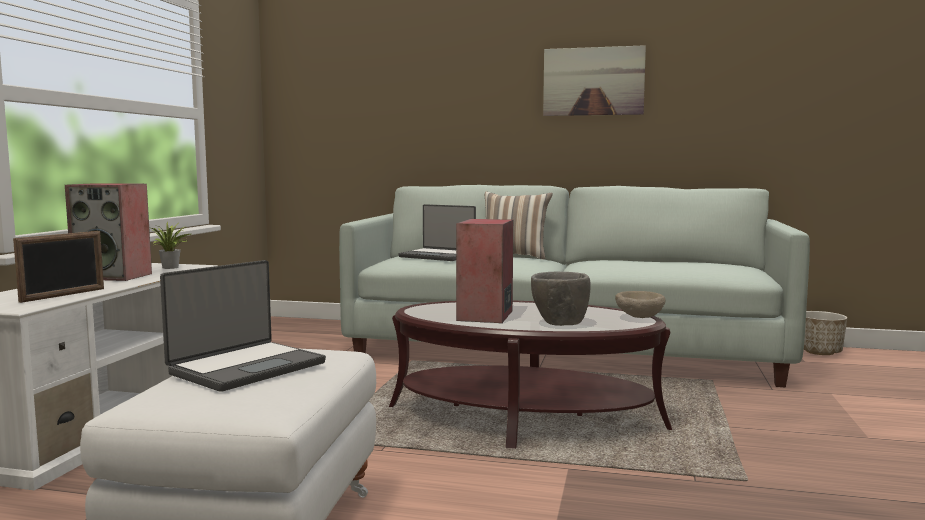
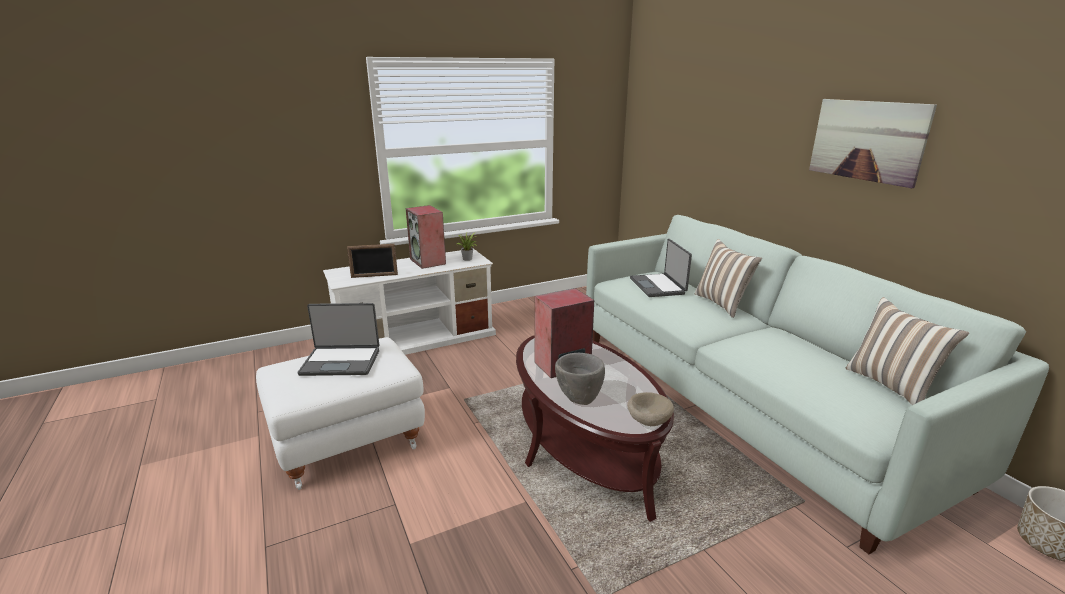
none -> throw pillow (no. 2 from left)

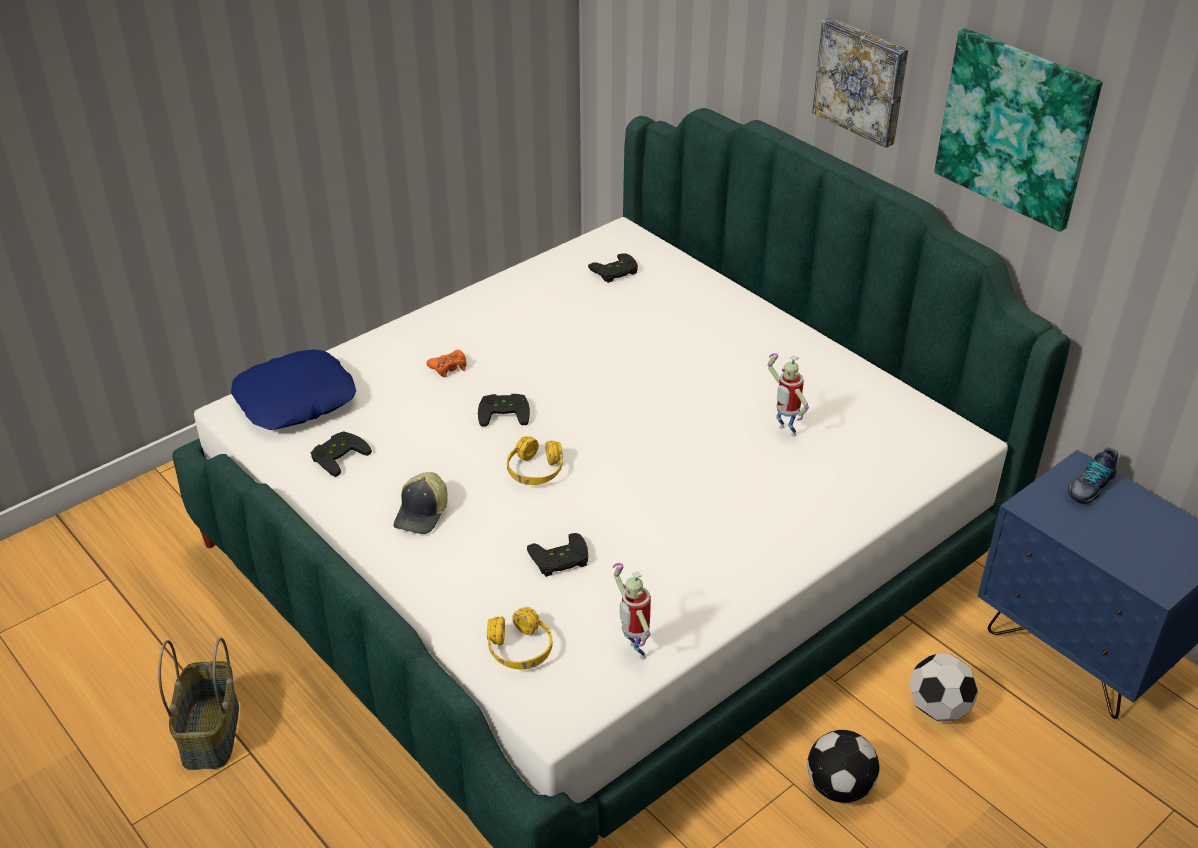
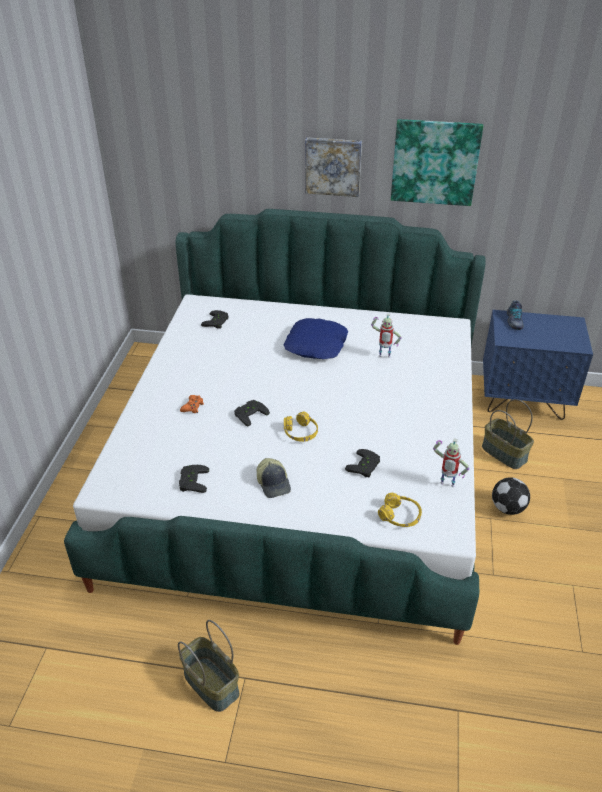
blue-coloured throw pillow, shifted
ball for football (no. 2 from left) -> household basket (no. 2 from left)

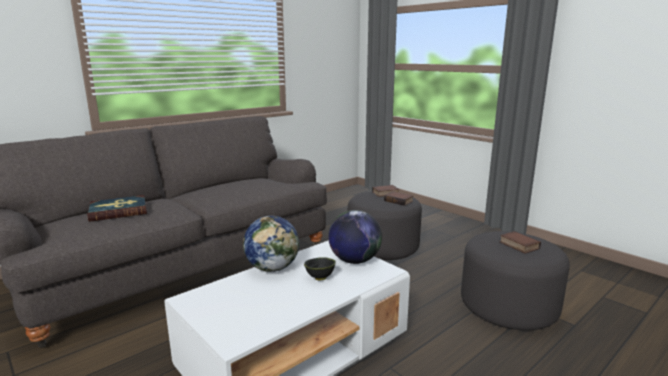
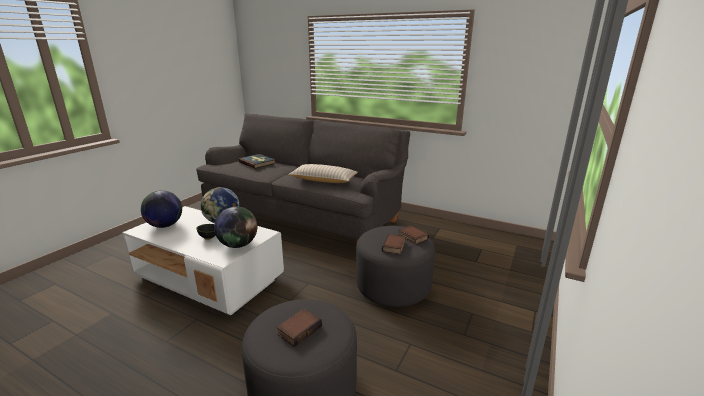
none -> sand-coloured throw pillow
none -> globe (no. 1 from left)

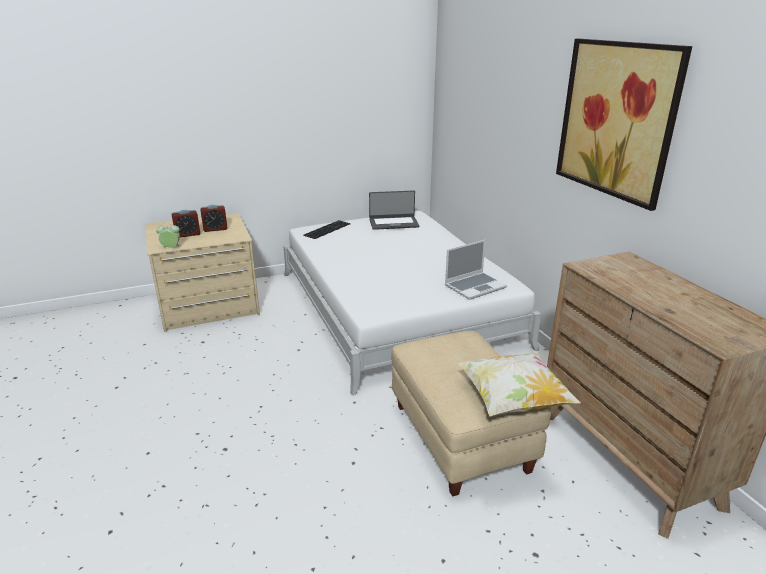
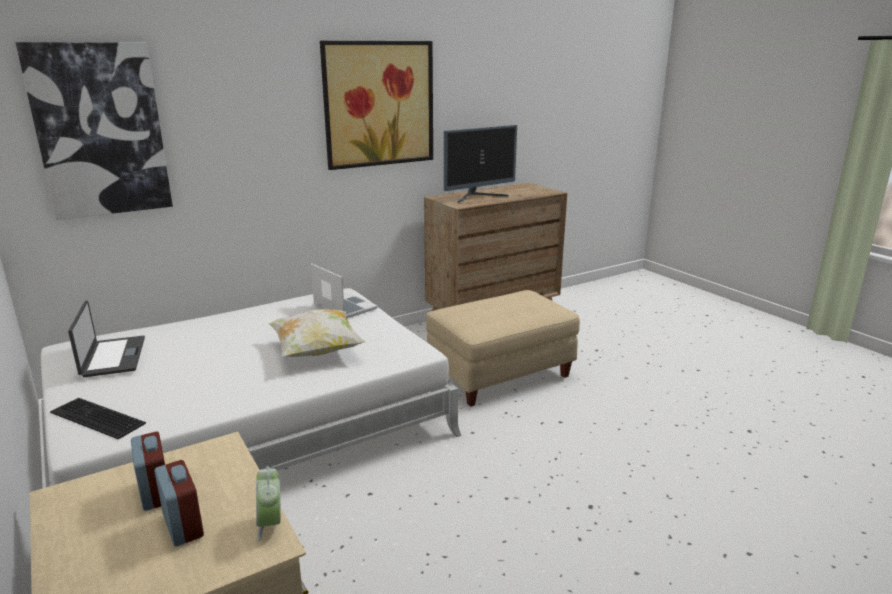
throw pillow, shifted
none -> picture (no. 1 from left)
none -> computer display

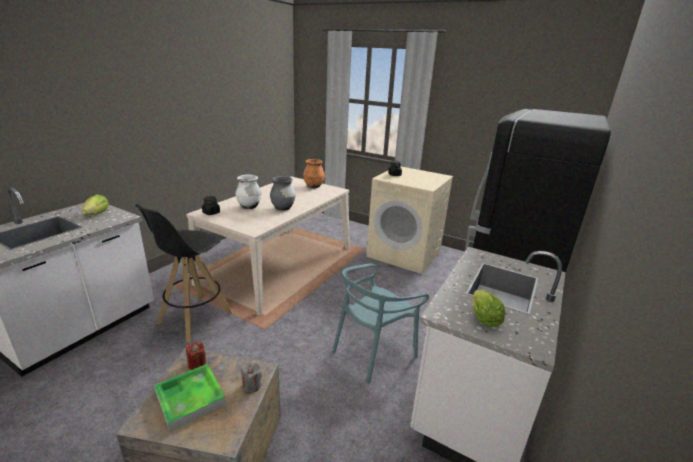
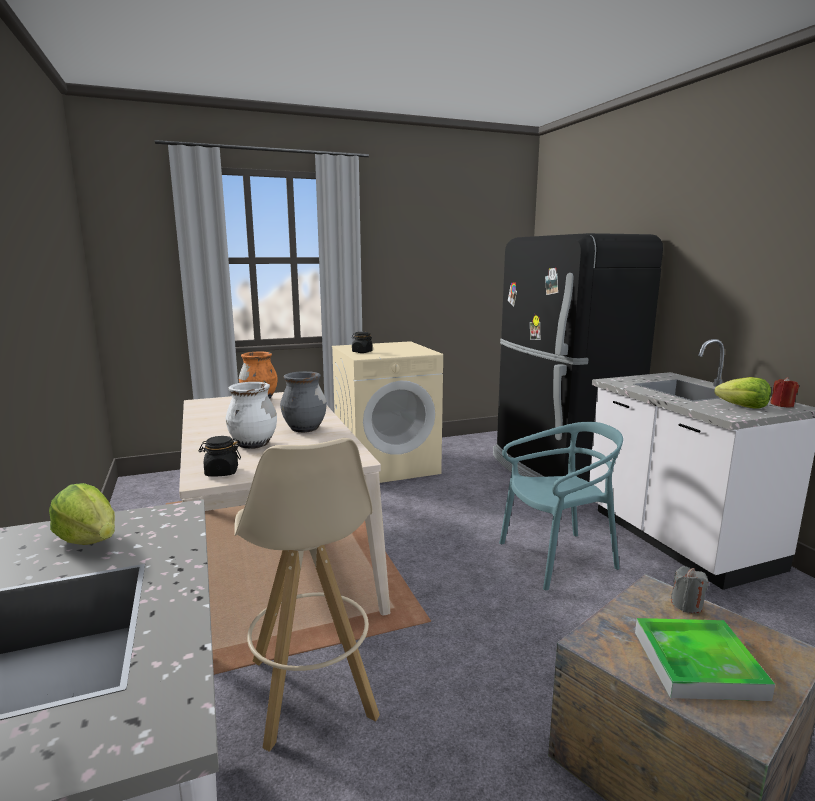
black-coloured stool seat -> sand-coloured stool seat
blue-green upright chair, 105 degrees counterclockwise
red wax candle, shifted

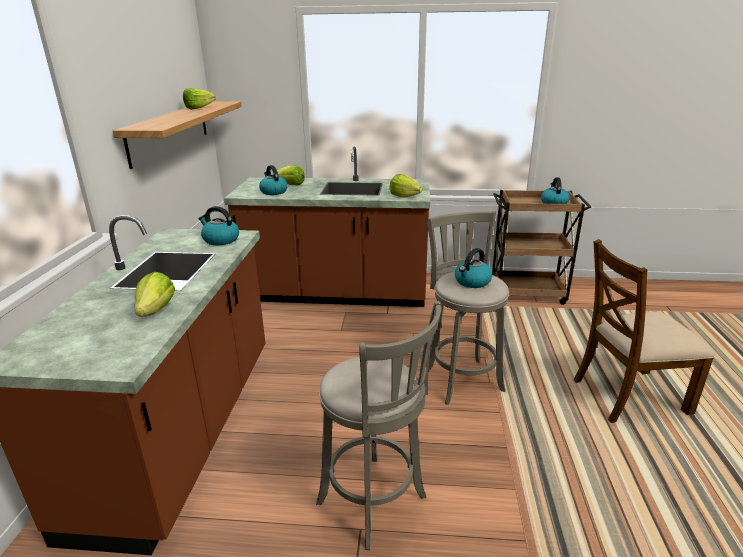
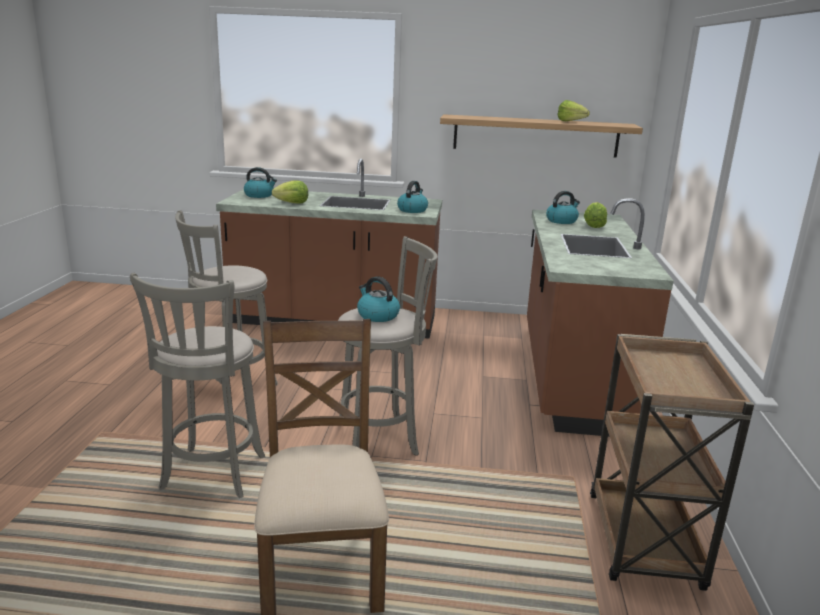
lettuce head (no. 4 from left) -> none
kettle (no. 4 from left in the first image) -> kettle (no. 1 from left), shifted
none -> gray stool seat (no. 1 from left)

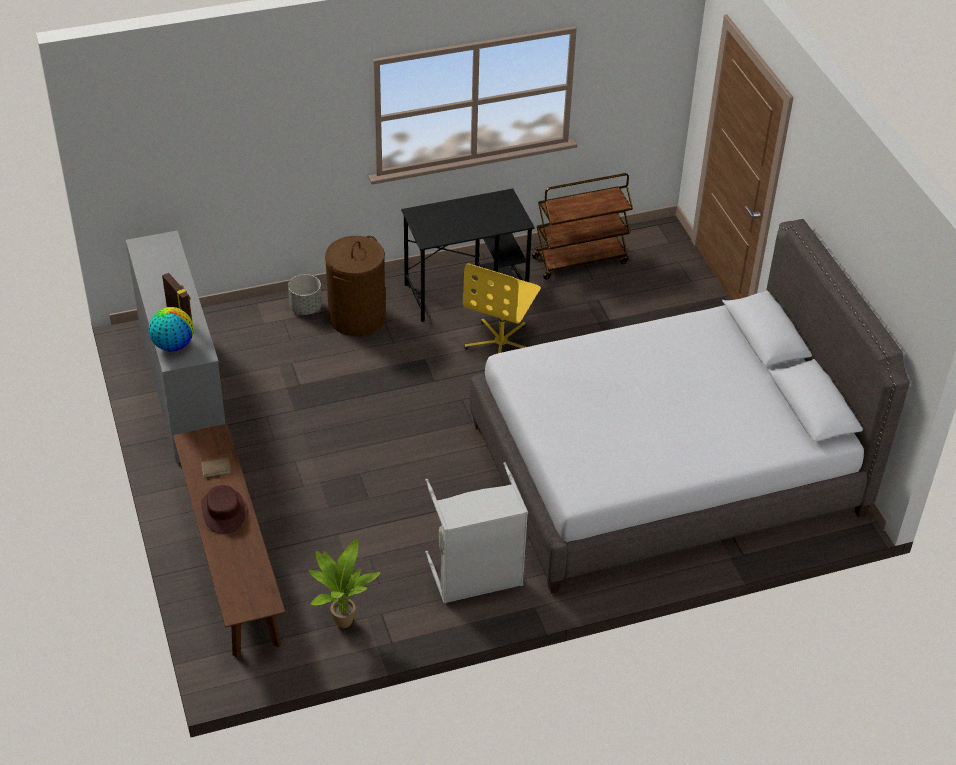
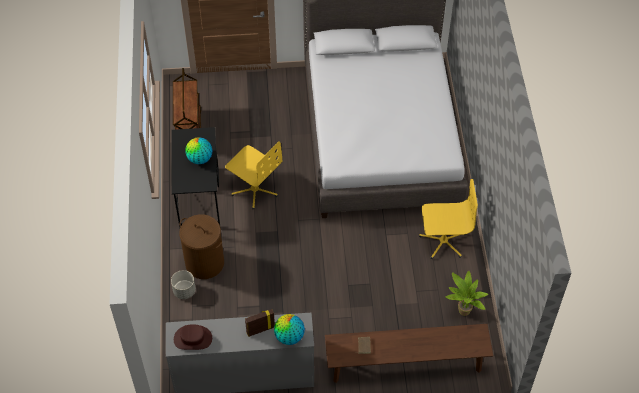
gray hamper -> yellow office chair (no. 2 from left)
brown clothing hat, shifted
none -> globe (no. 1 from left)

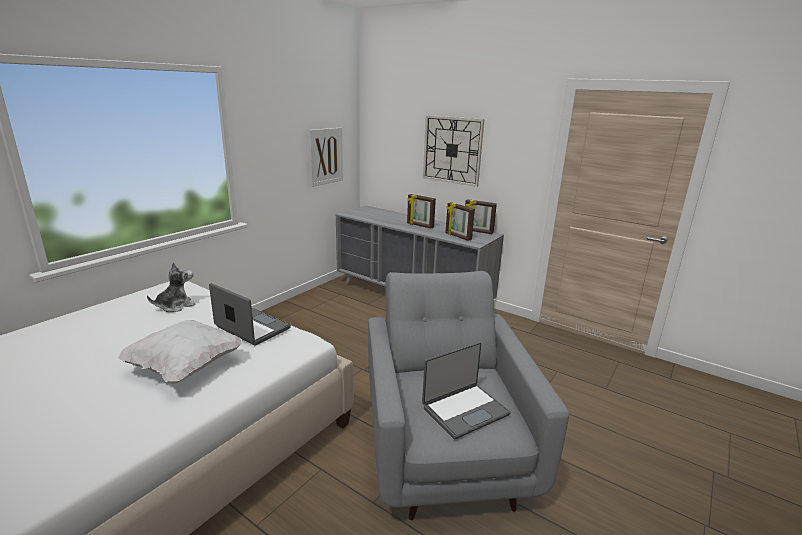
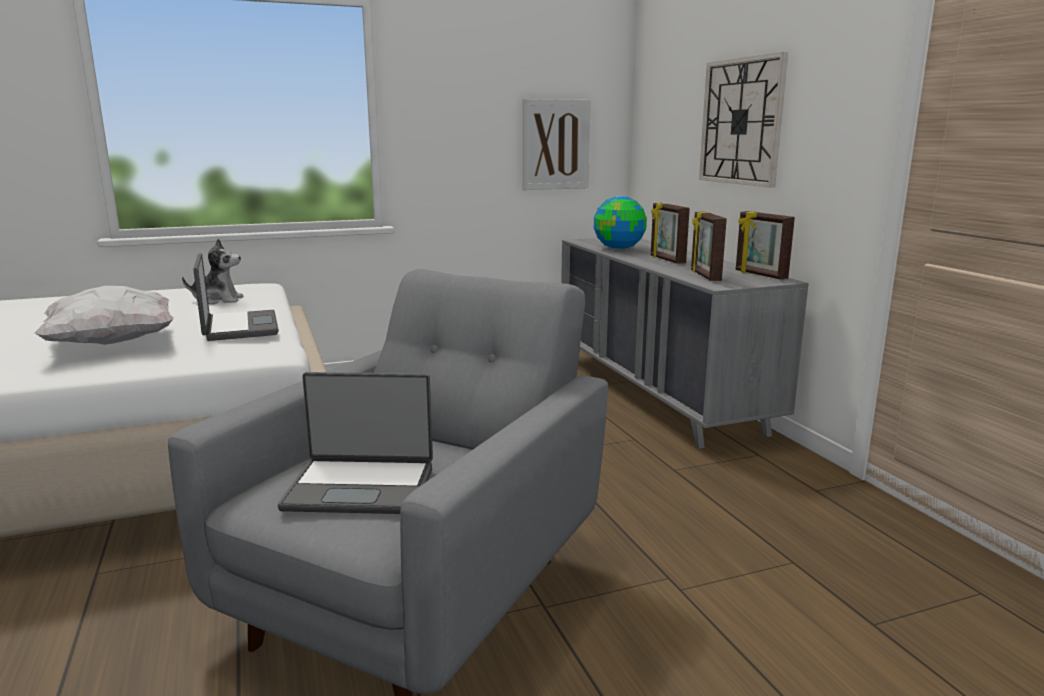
none -> globe

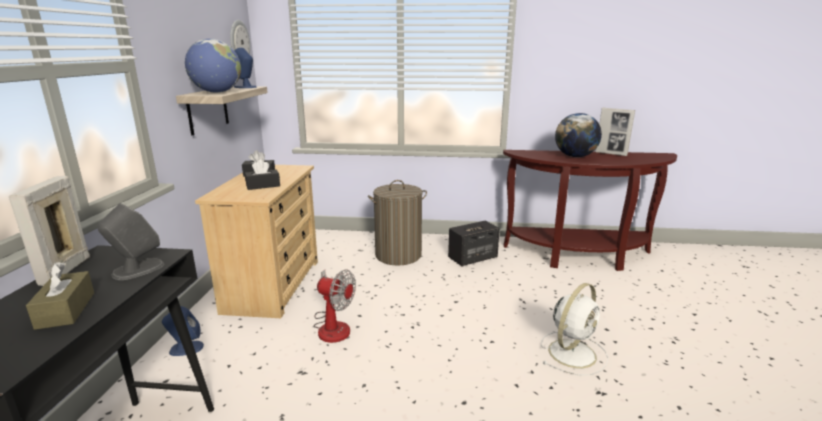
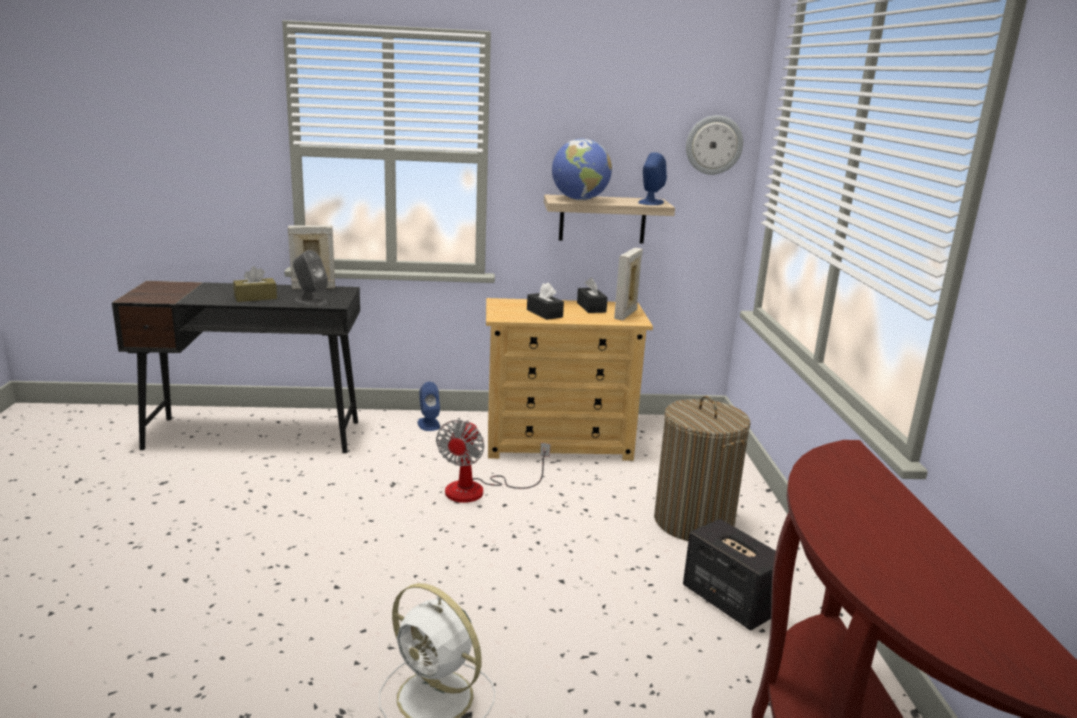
picture frame (no. 2 from left), shifted
globe (no. 2 from left) -> none

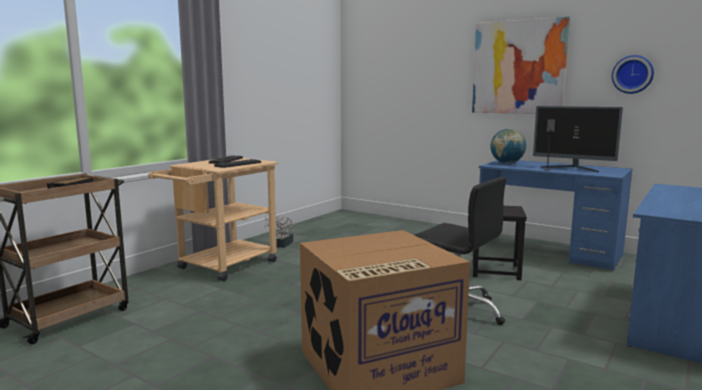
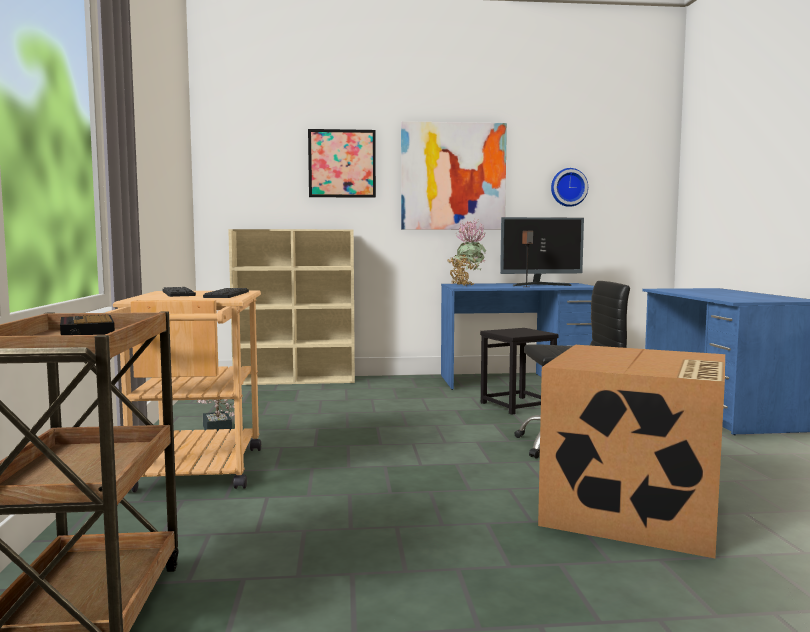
globe -> potted plant (no. 2 from left)
none -> picture (no. 1 from left)
none -> sand-coloured bookshelf

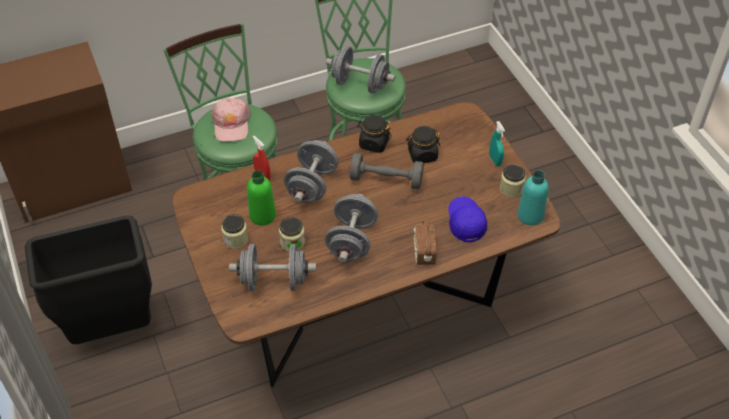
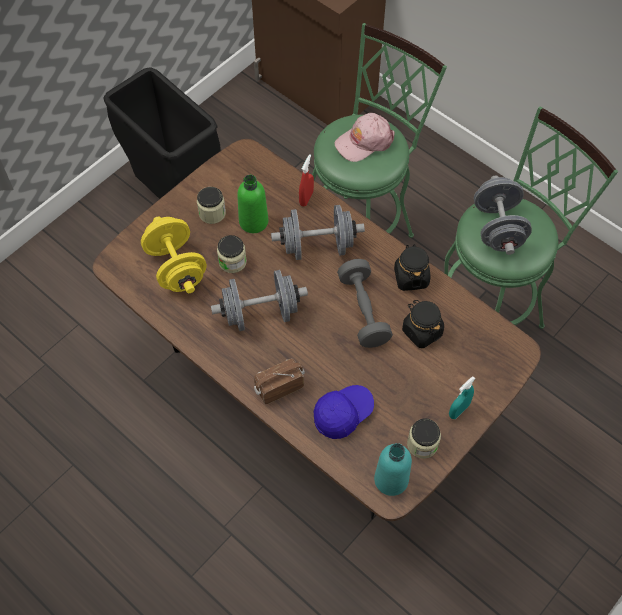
gray hand weight (no. 1 from left) -> yellow hand weight

